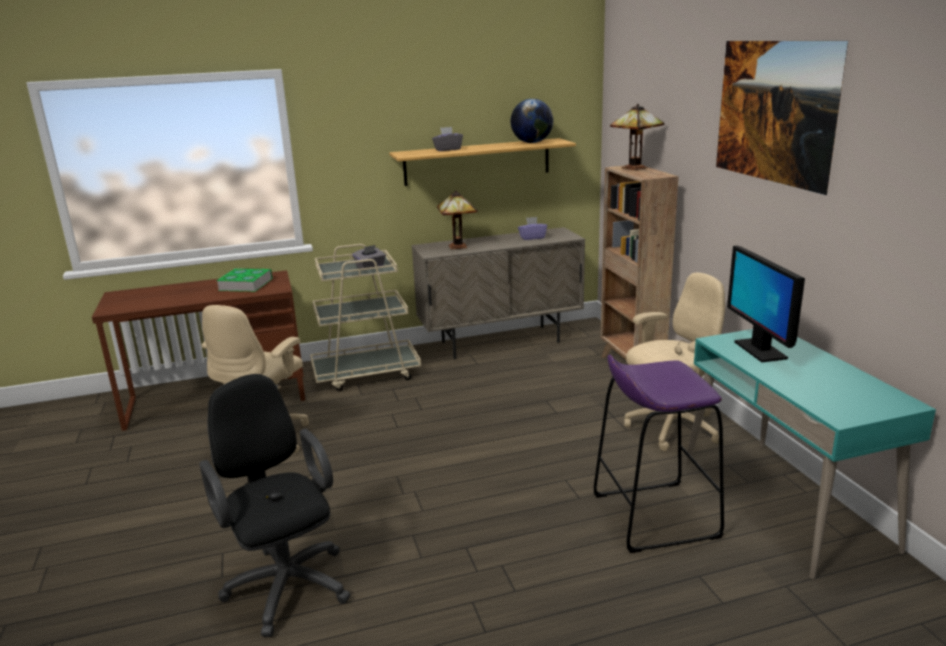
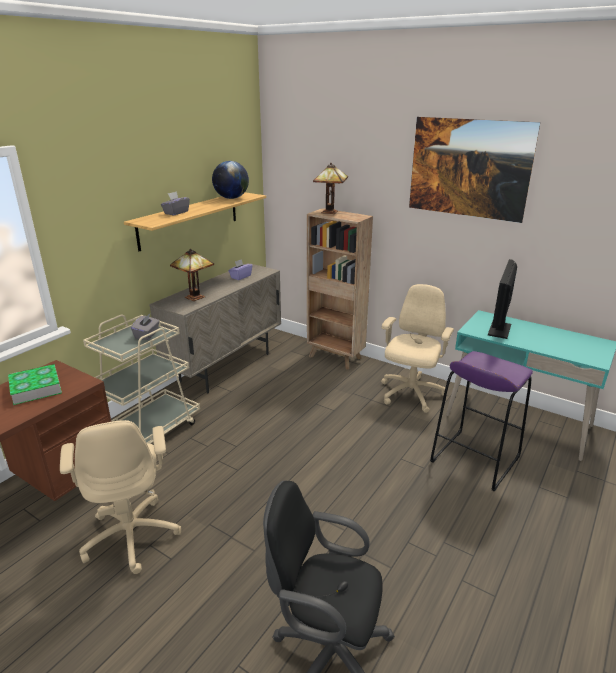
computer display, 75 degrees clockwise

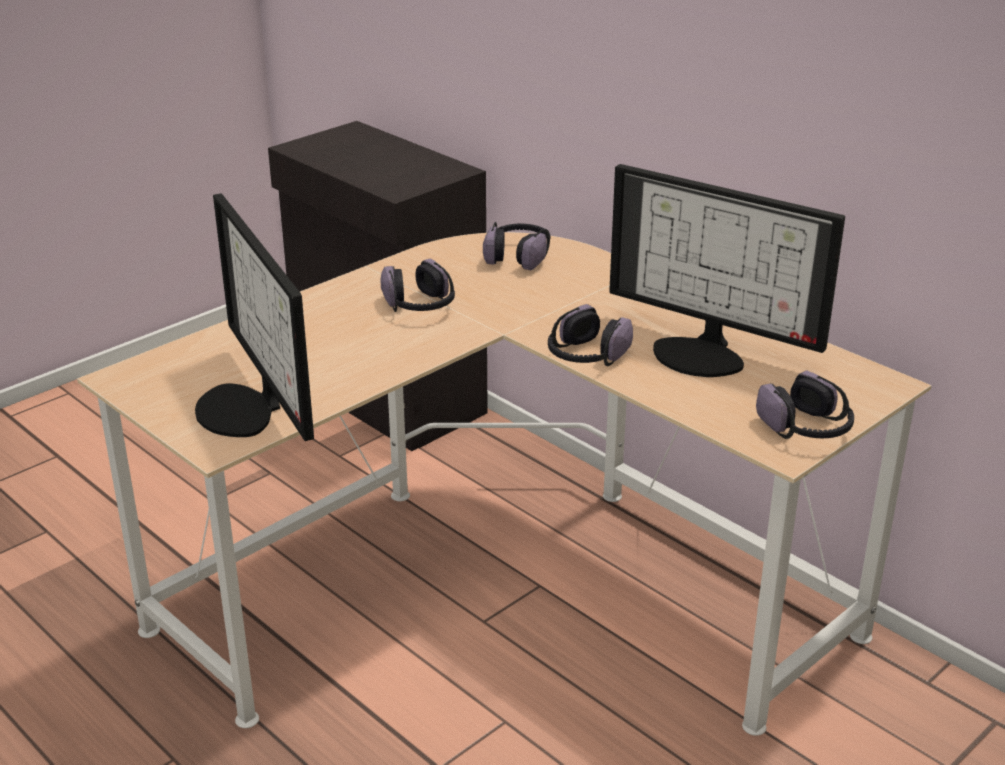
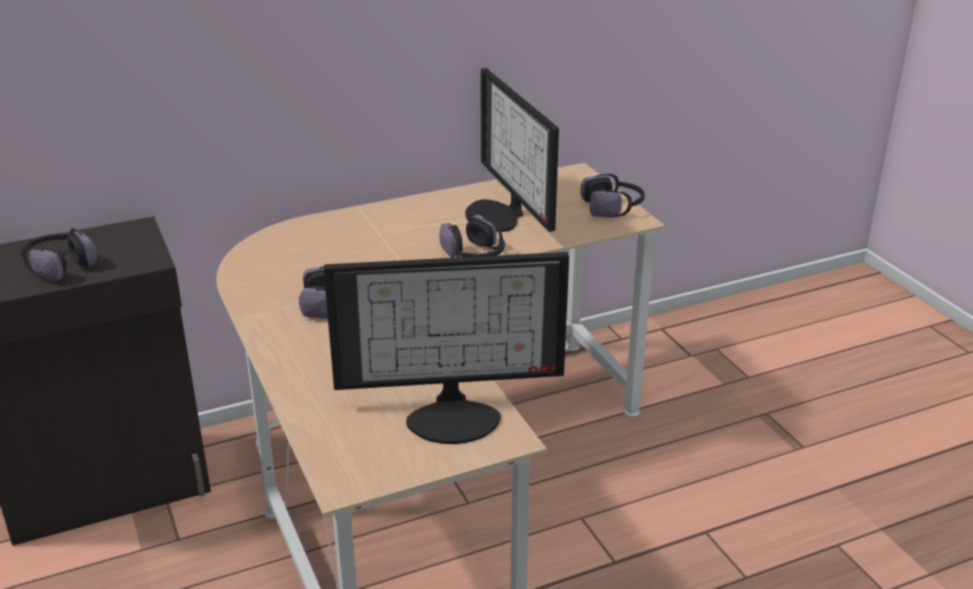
computer display (no. 2 from left), 105 degrees clockwise
headset (no. 2 from left in the first image) -> headset (no. 1 from left), shifted

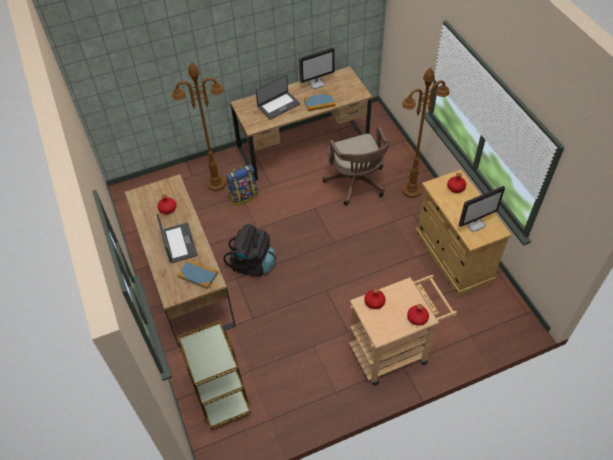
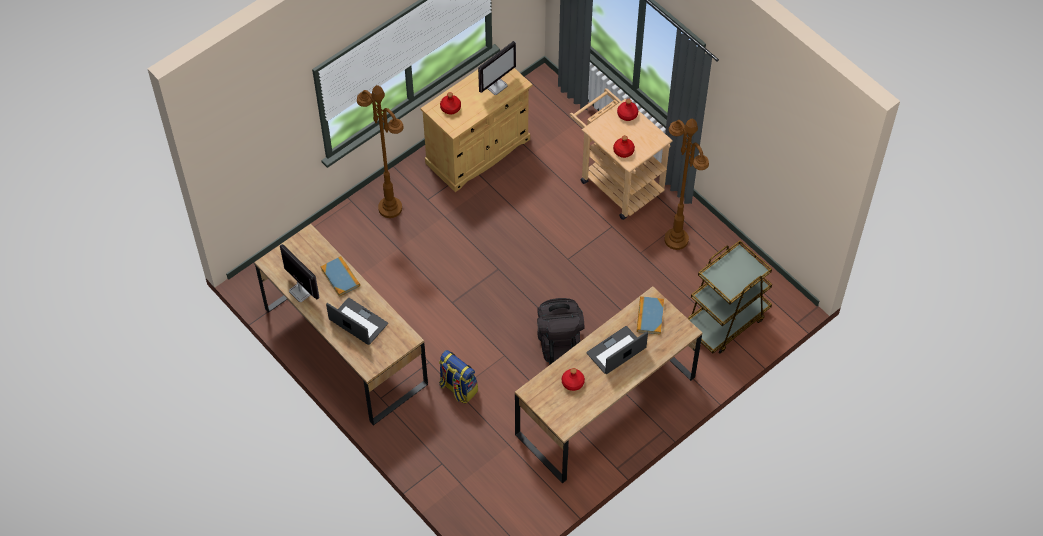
brown standing lamp (no. 1 from left in the first image) -> brown standing lamp (no. 2 from left), shifted
brown office chair -> none
computer display (no. 2 from left), 90 degrees clockwise

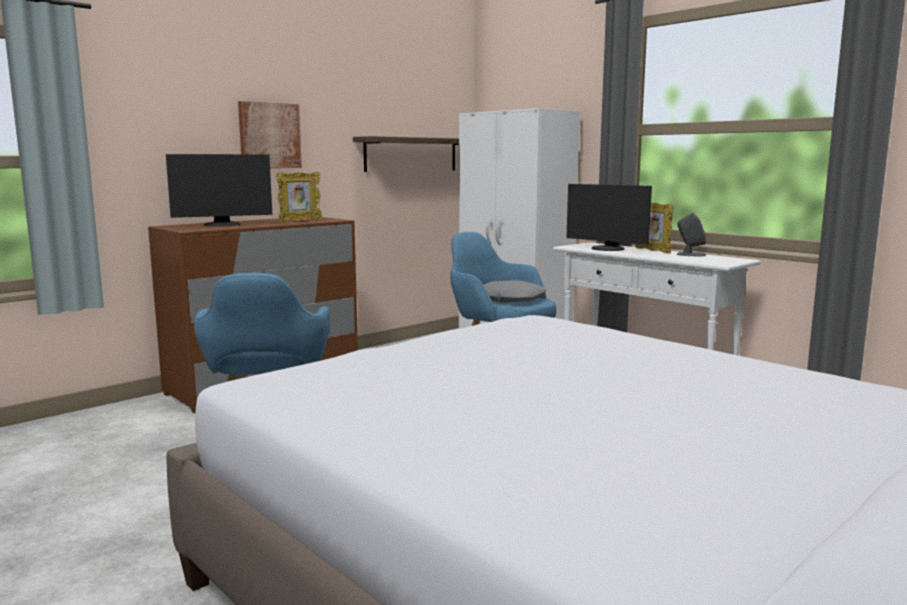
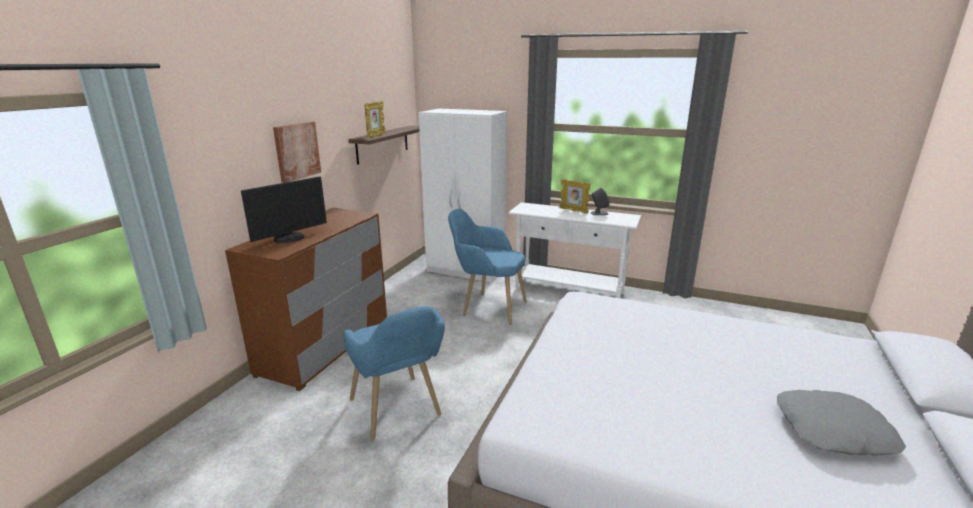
picture frame (no. 1 from left), shifted
computer display (no. 2 from left) -> none
gray throw pillow, shifted

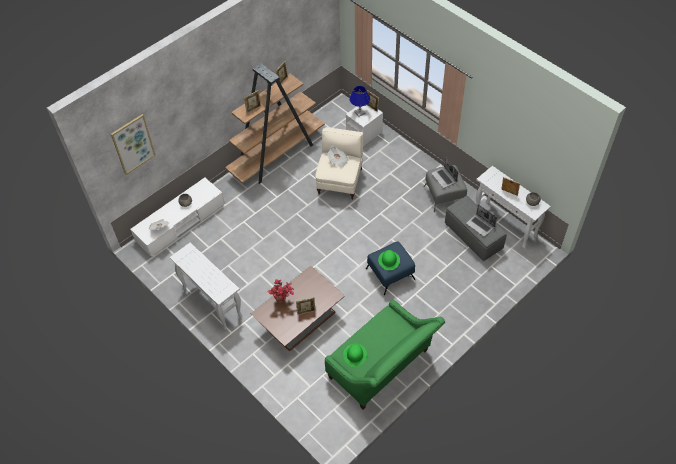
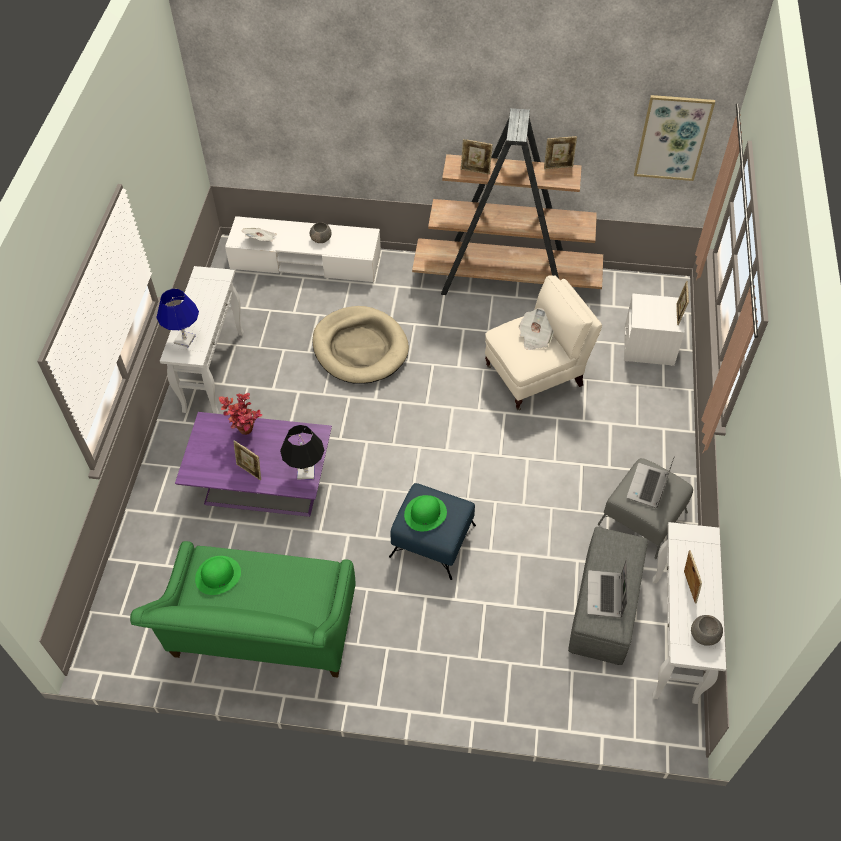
blue-coloured table lamp, shifted
picture, shifted
brown low table -> purple-coloured low table
none -> sand-coloured dog cushion
none -> black-coloured table lamp

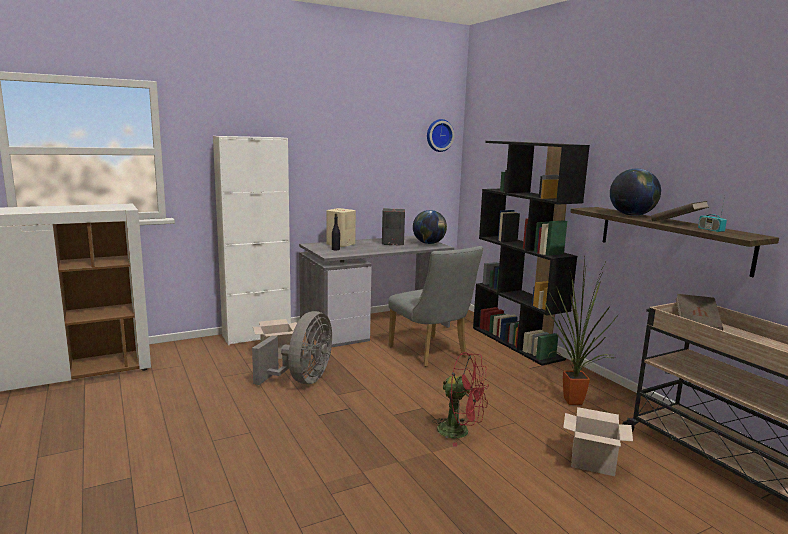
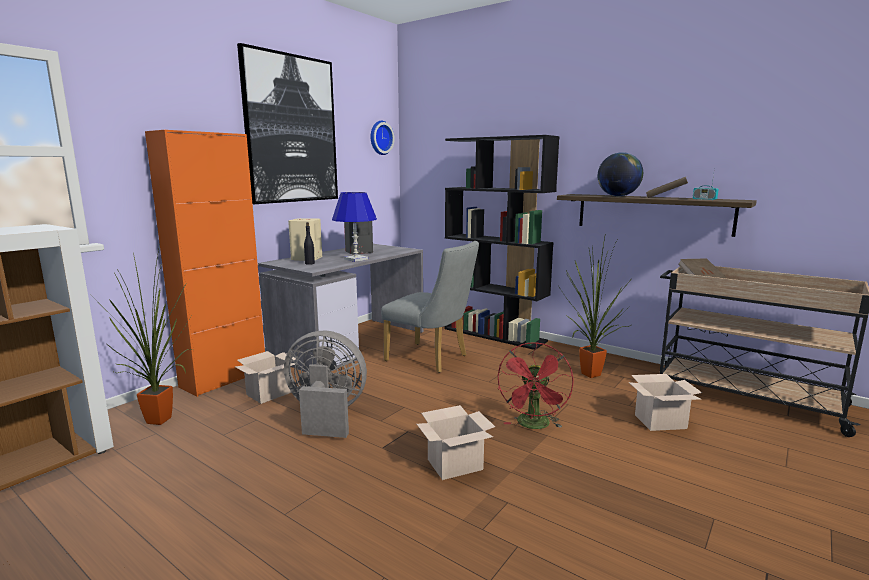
white cupboard (no. 2 from left) -> orange cupboard
globe (no. 1 from left) -> none
gray cooling fan, 75 degrees counterclockwise
red cooling fan, 105 degrees clockwise
none -> picture
none -> blue-coloured table lamp
none -> potted plant (no. 1 from left)
none -> packing box (no. 2 from left)

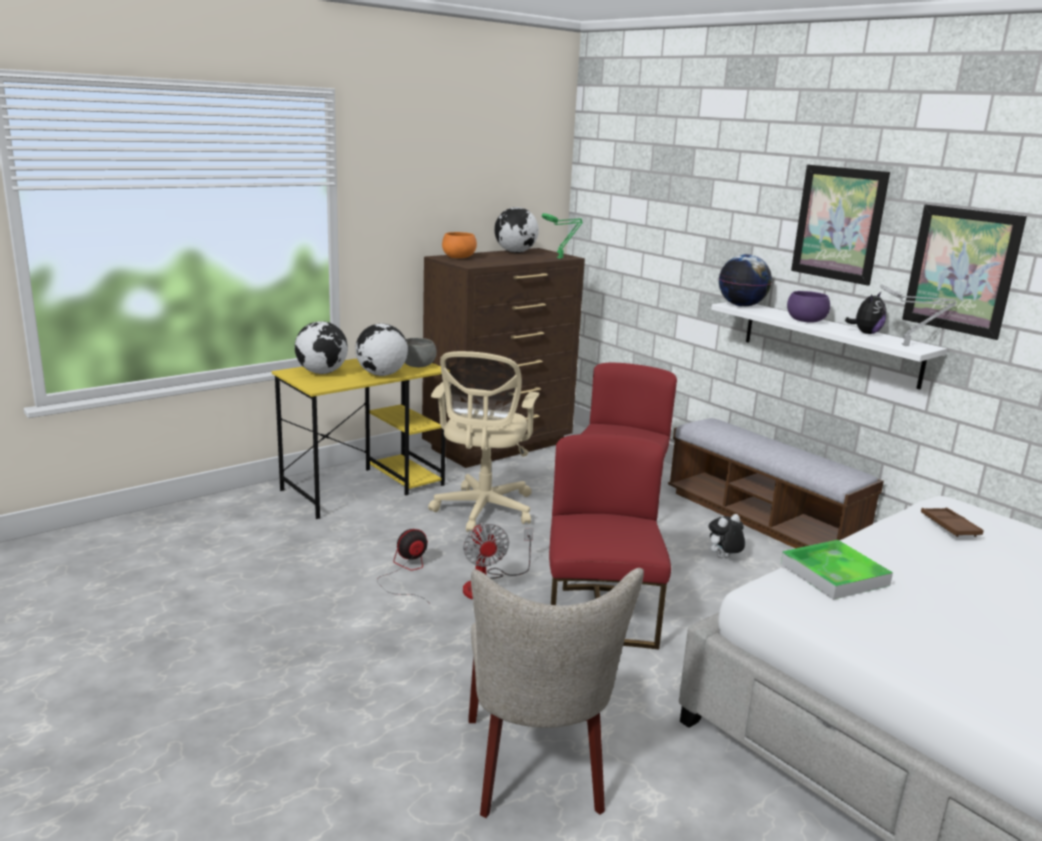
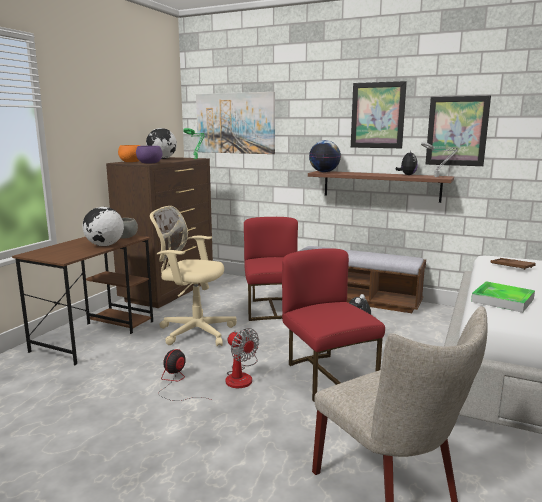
purple-coloured bowl, shifted
white shelf -> brown shelf
globe (no. 1 from left) -> none
sand-coloured office chair, 120 degrees clockwise
yellow desk -> brown desk
none -> picture (no. 1 from left)

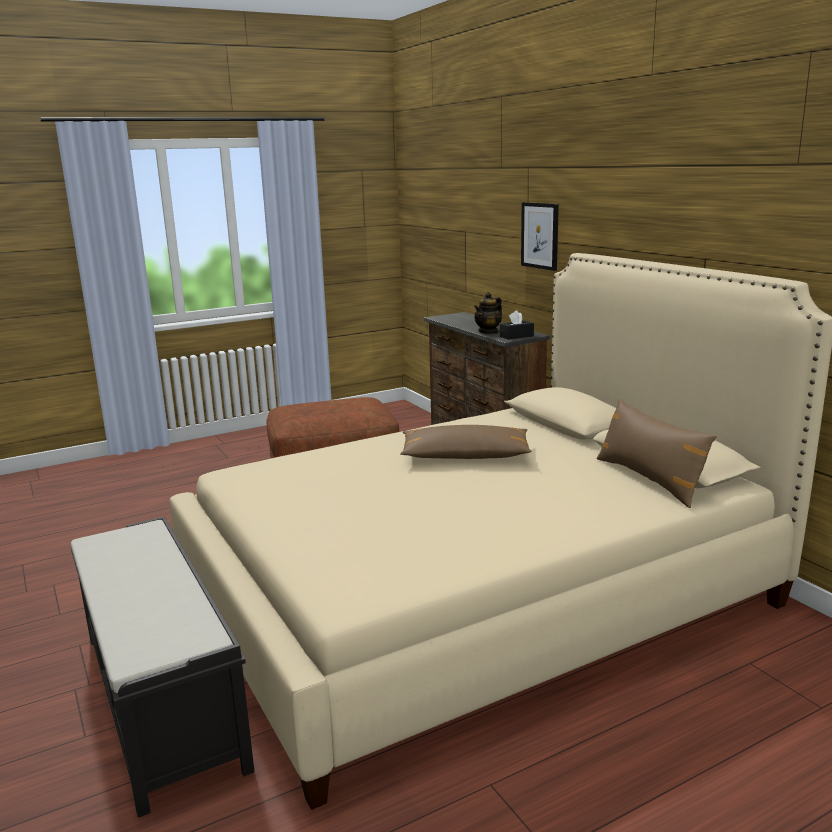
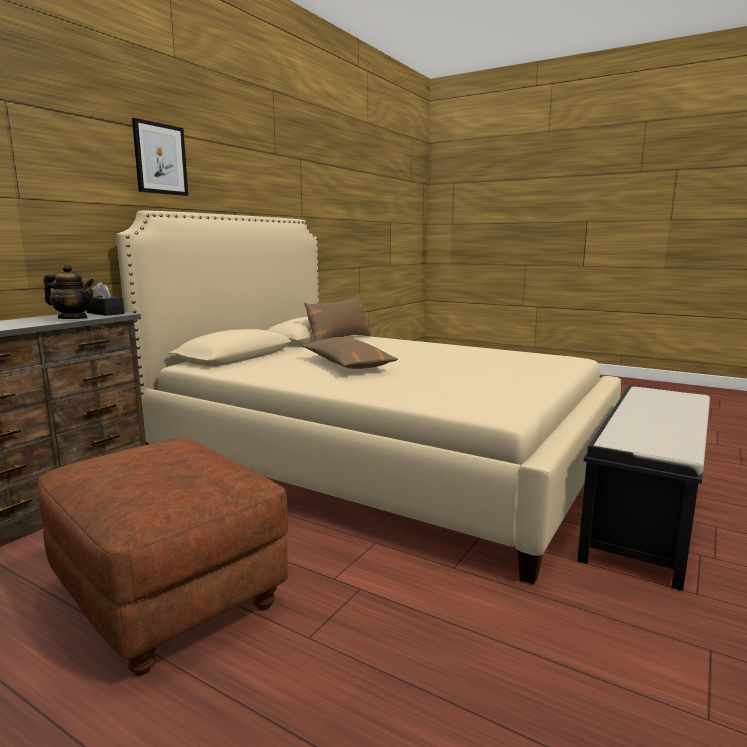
picture, shifted

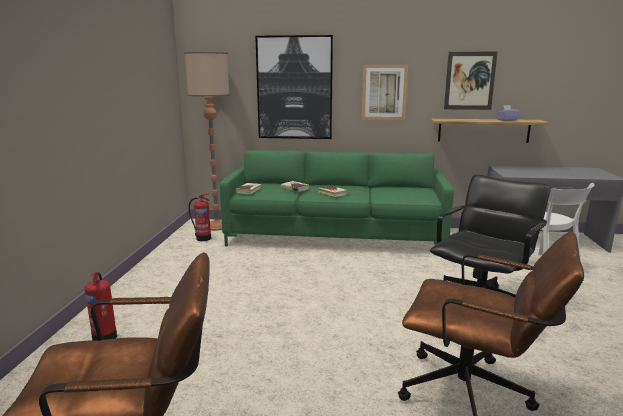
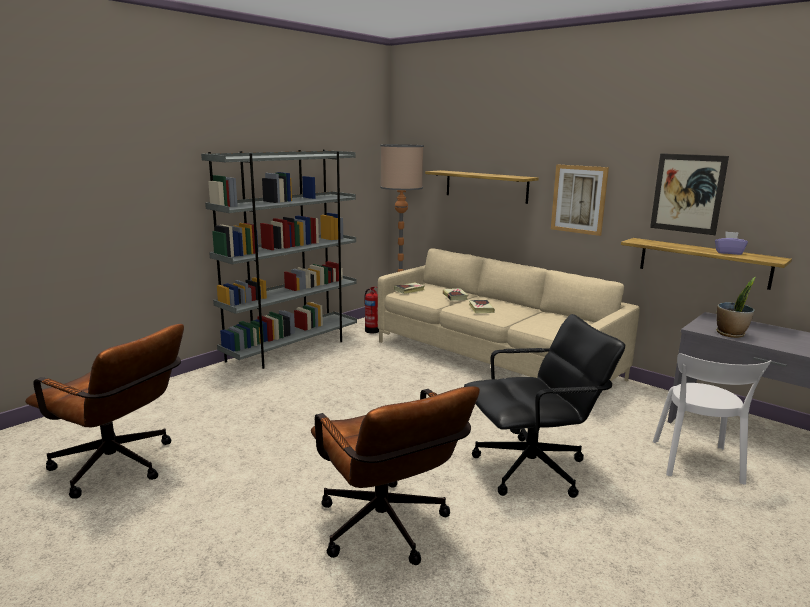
picture (no. 1 from left) -> shelf (no. 1 from left)
green sofa -> sand-coloured sofa
fire extinguisher (no. 1 from left) -> none
none -> gray bookshelf
none -> potted plant

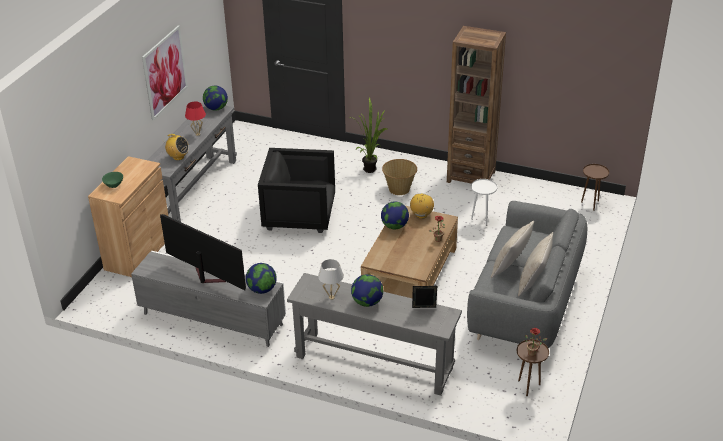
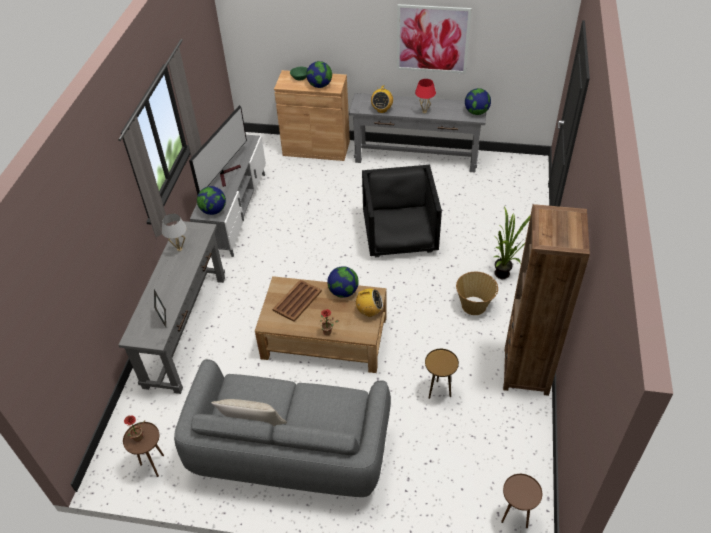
white end table -> brown end table (no. 2 from left)
sand-coloured throw pillow (no. 1 from left) -> none
globe (no. 3 from left in the first image) -> globe (no. 2 from left), shifted
none -> brown serving tray

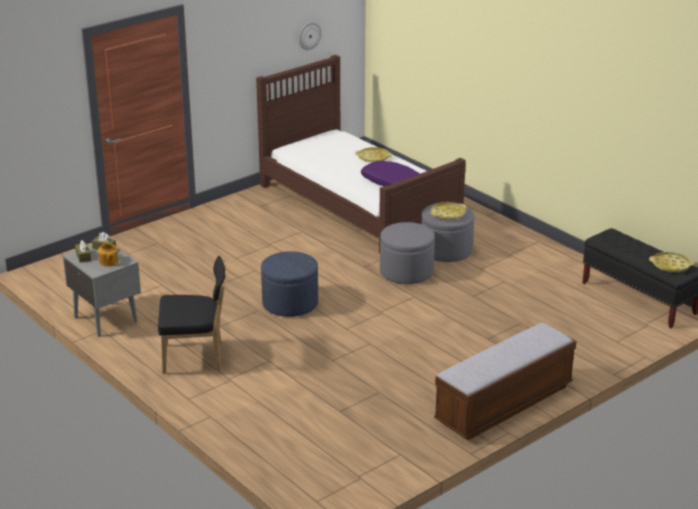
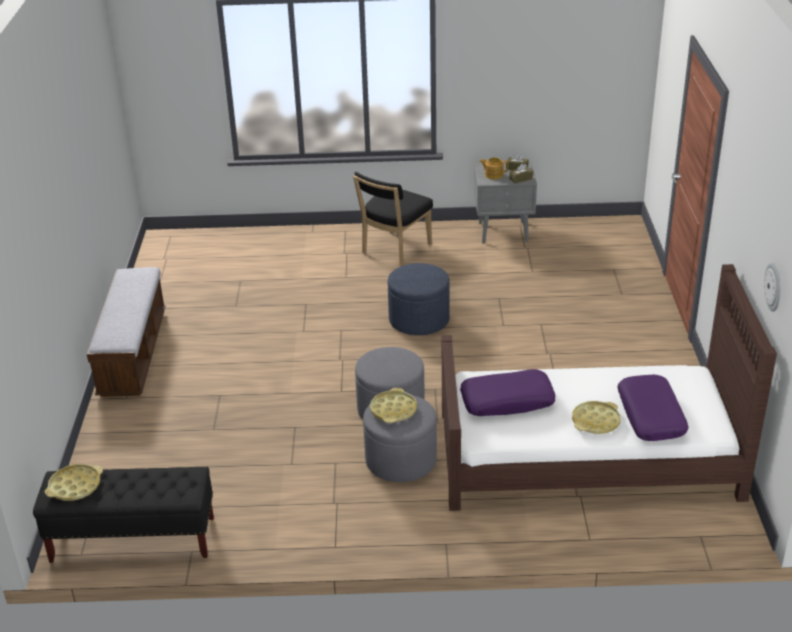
none -> purple-coloured throw pillow (no. 2 from left)

